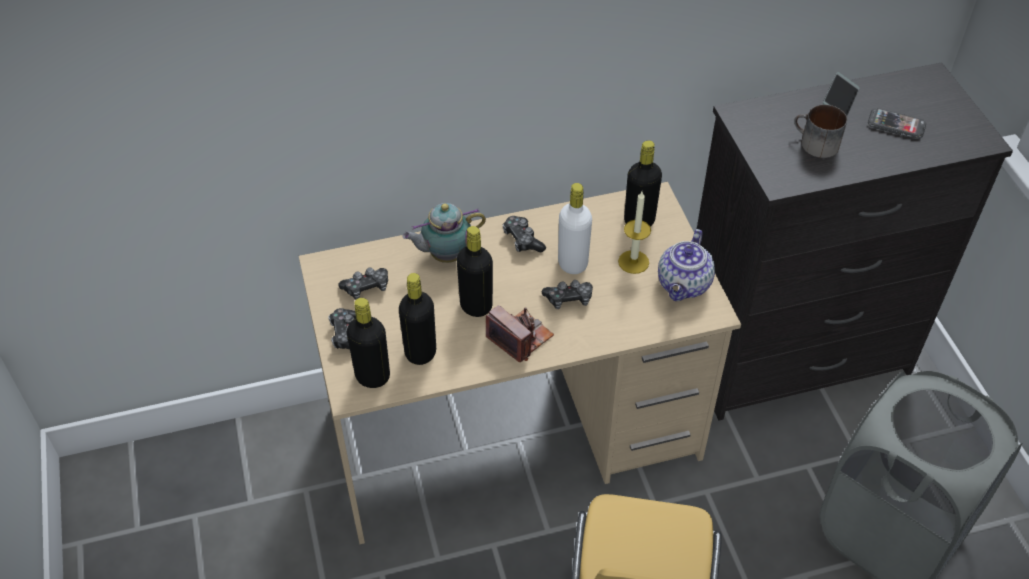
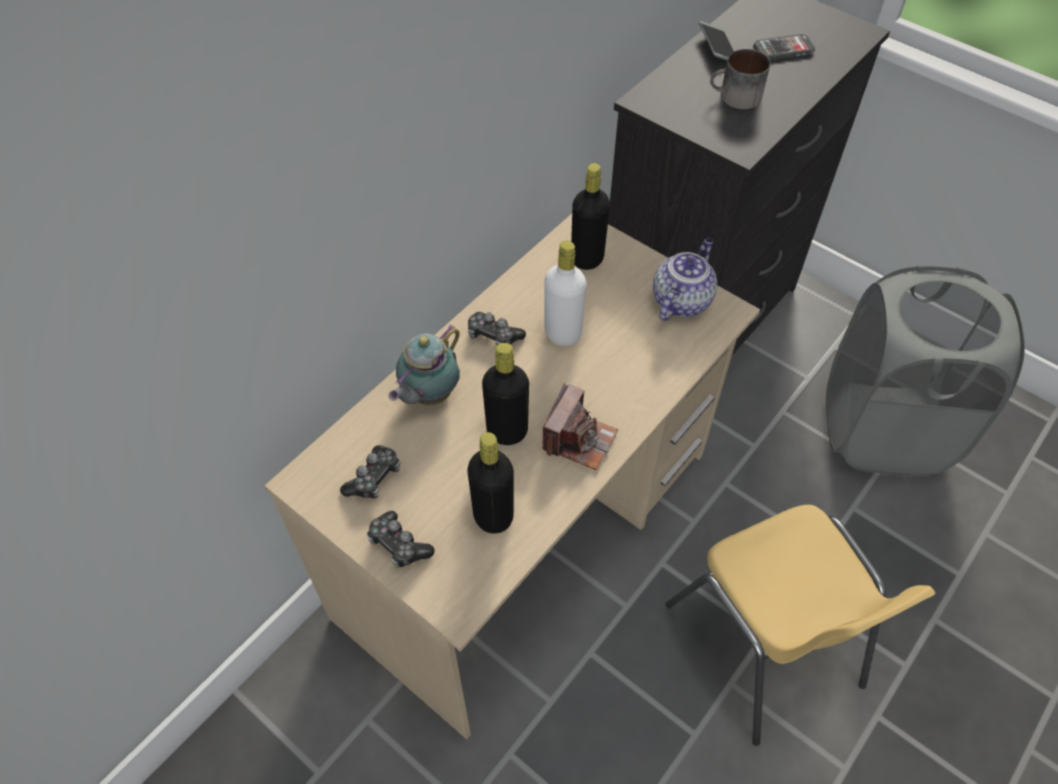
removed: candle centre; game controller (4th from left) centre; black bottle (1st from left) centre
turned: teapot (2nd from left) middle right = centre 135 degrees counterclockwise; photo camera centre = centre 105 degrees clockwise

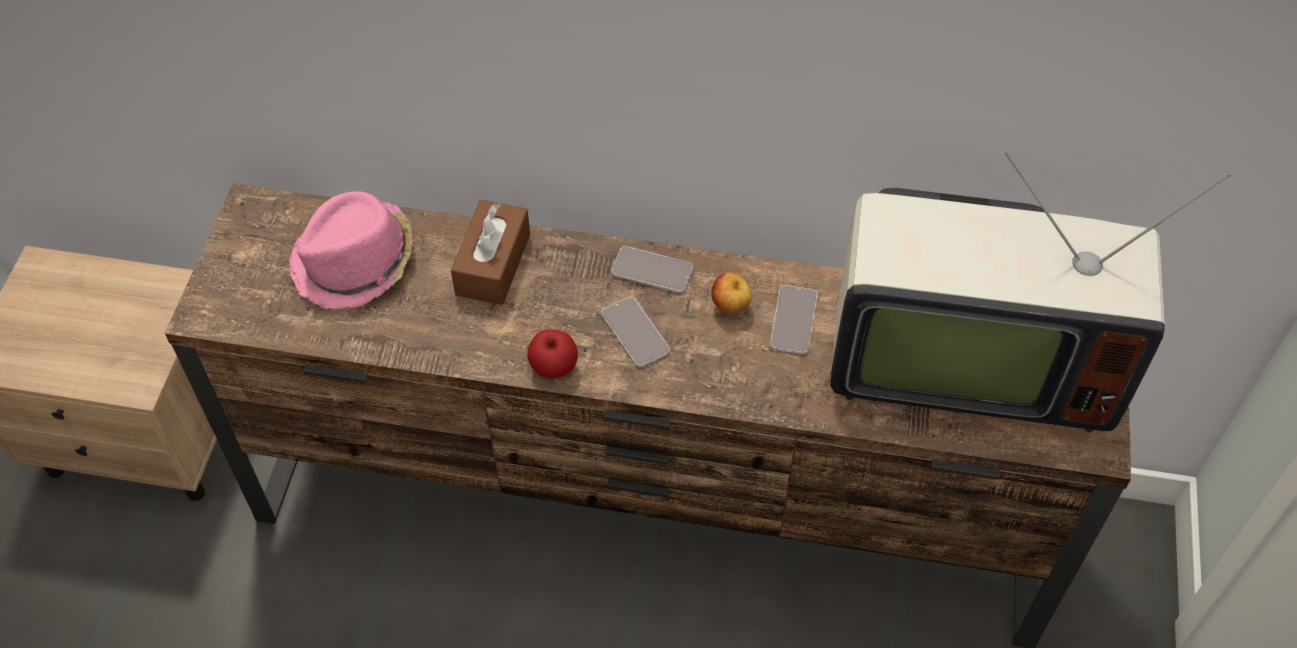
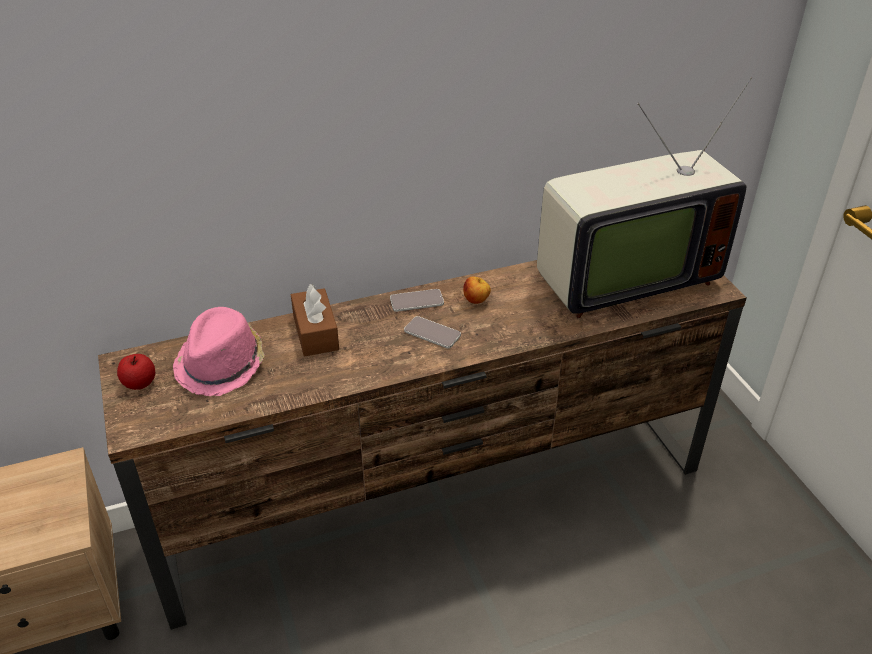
removed: phone (3rd from left) centre
moved: apple (1st from left) centre to middle left

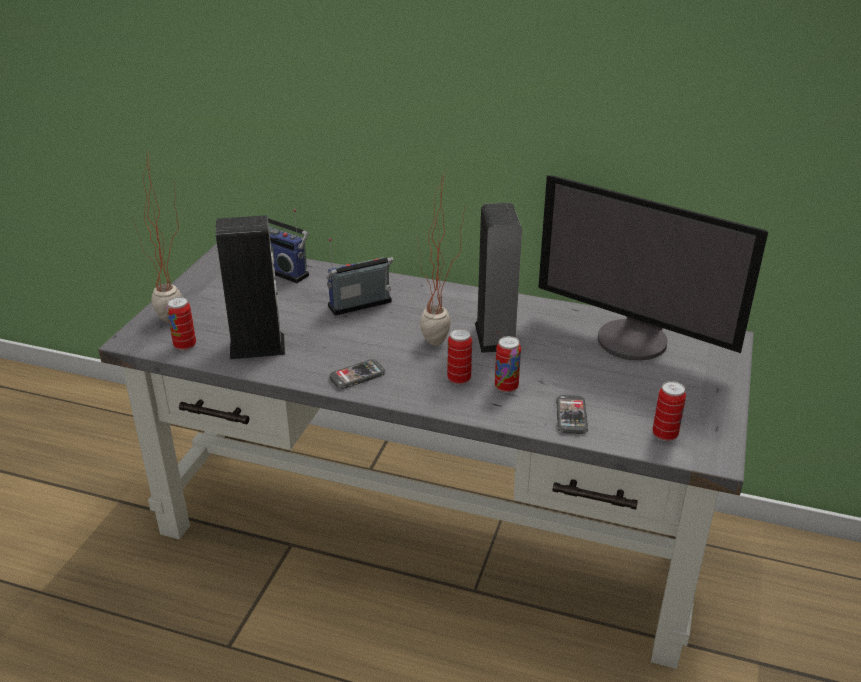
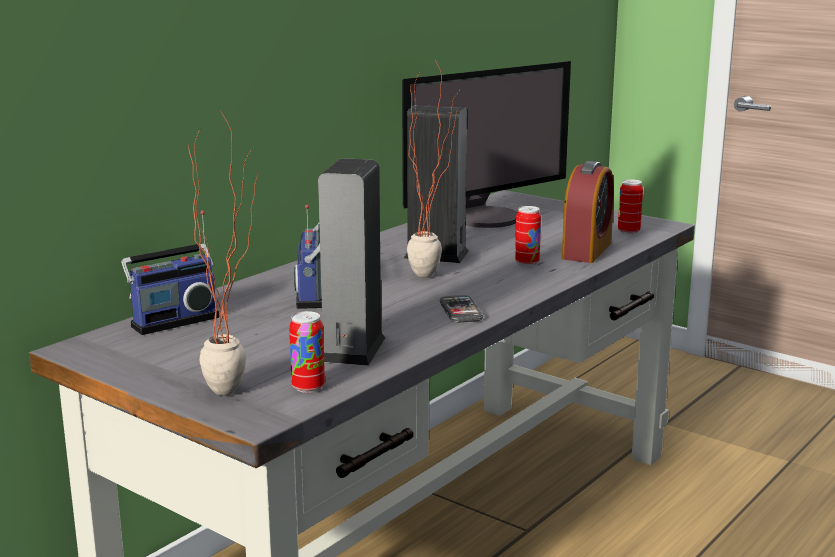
removed: can (2nd from left) centre
replaced: phone (2nd from left) centre to alarm clock middle right

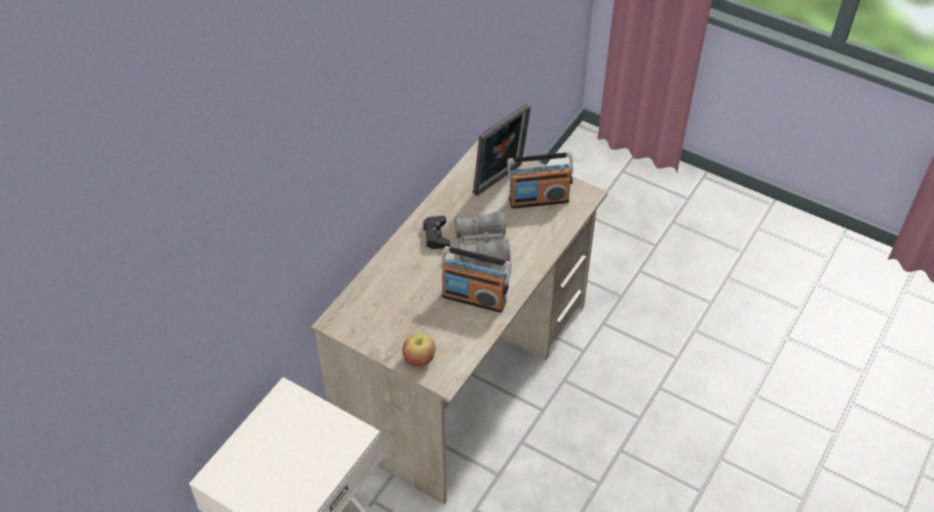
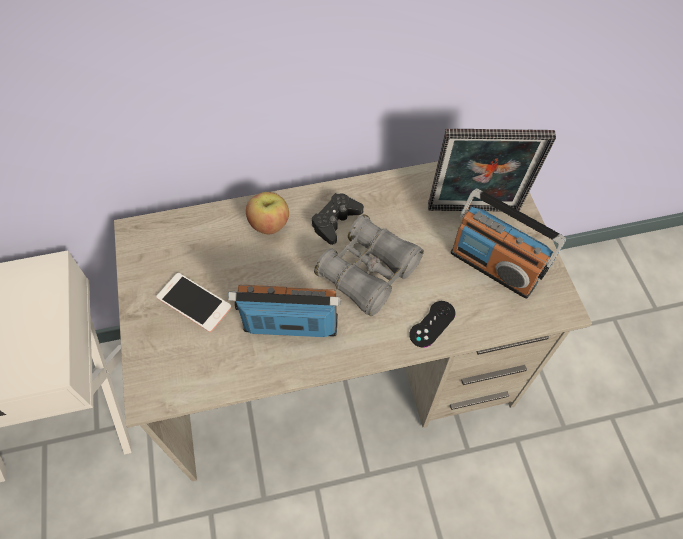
added: phone middle left; black game controller (2nd from left) centre
moved: apple bottom centre to centre
turned: radio (1st from left) centre = centre 120 degrees clockwise

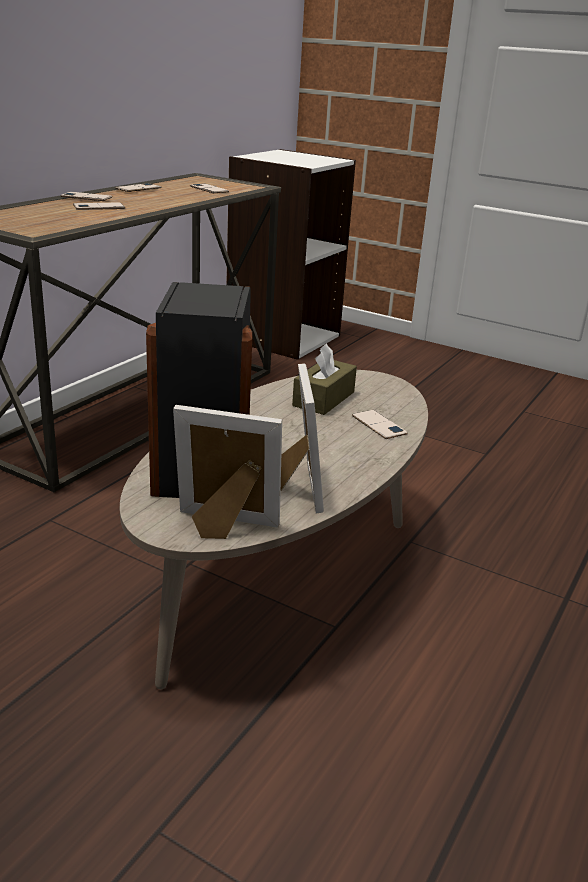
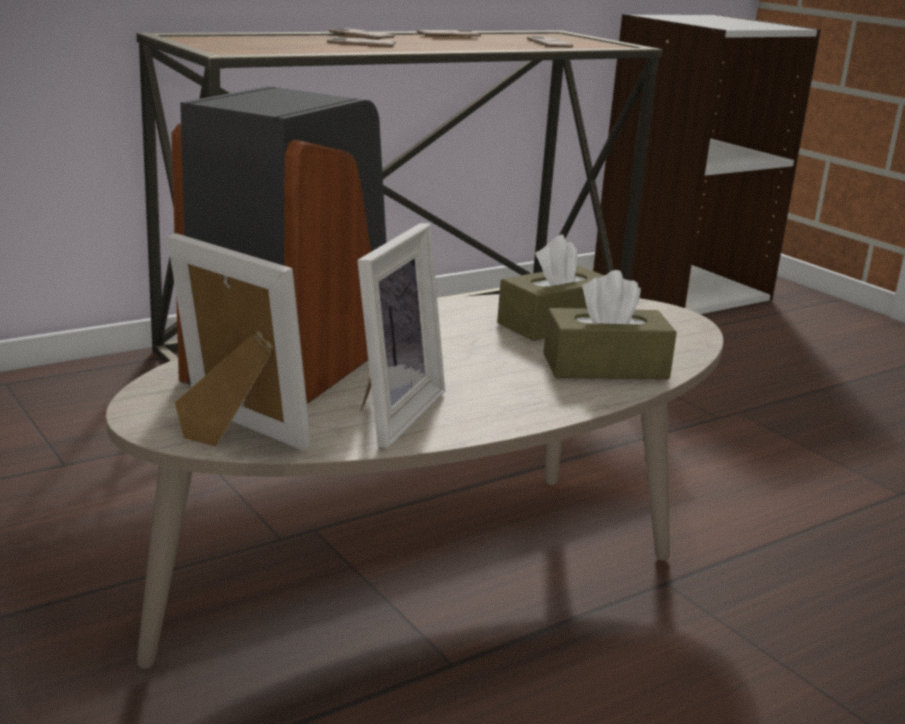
replaced: phone (5th from left) centre to brown tissue box (2nd from left) middle right

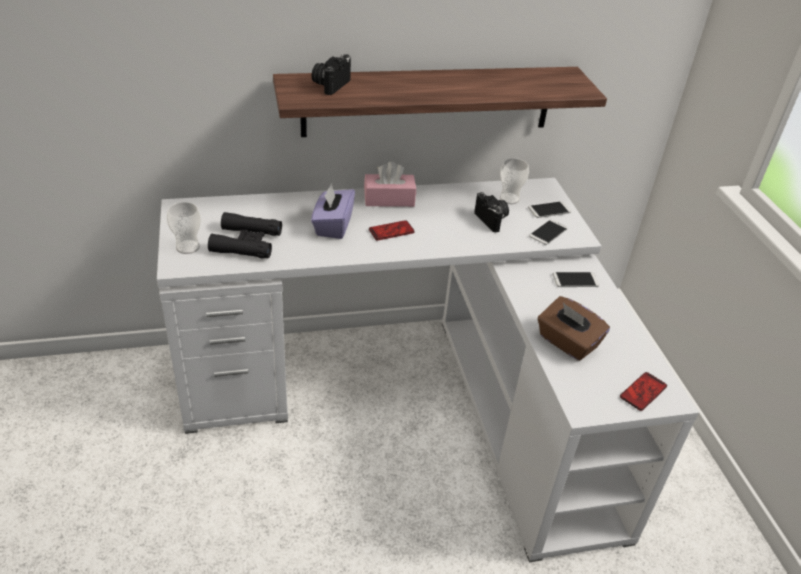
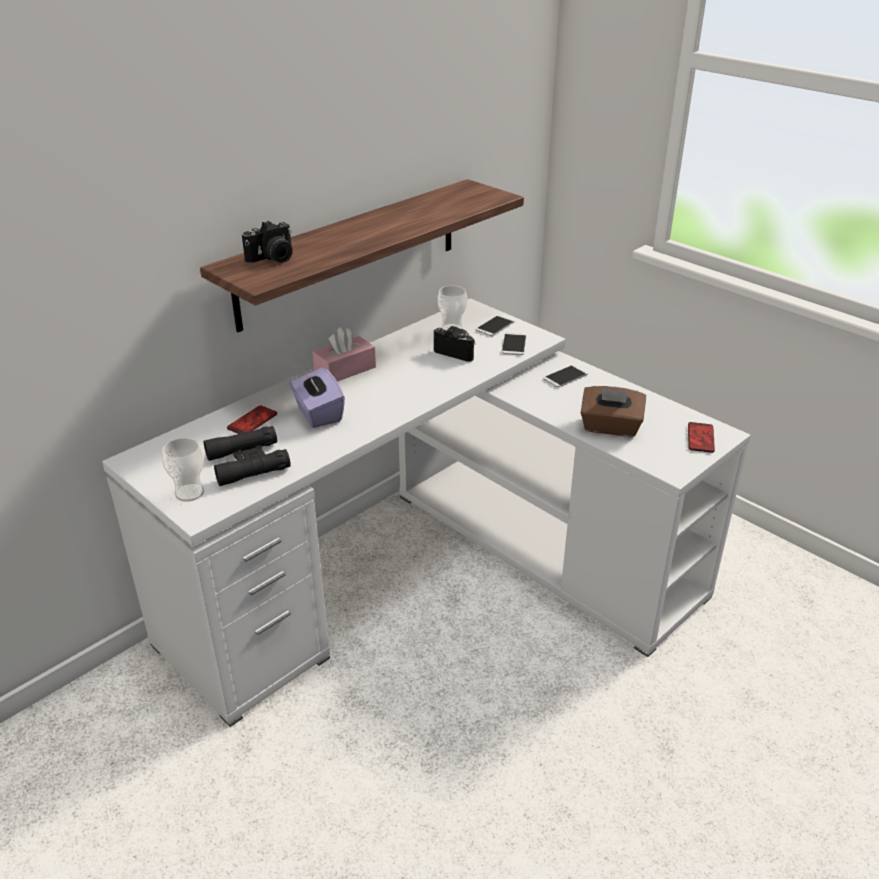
moved: phone (1st from left) centre to middle left
turned: photo camera (1st from left) top centre = top left 120 degrees counterclockwise

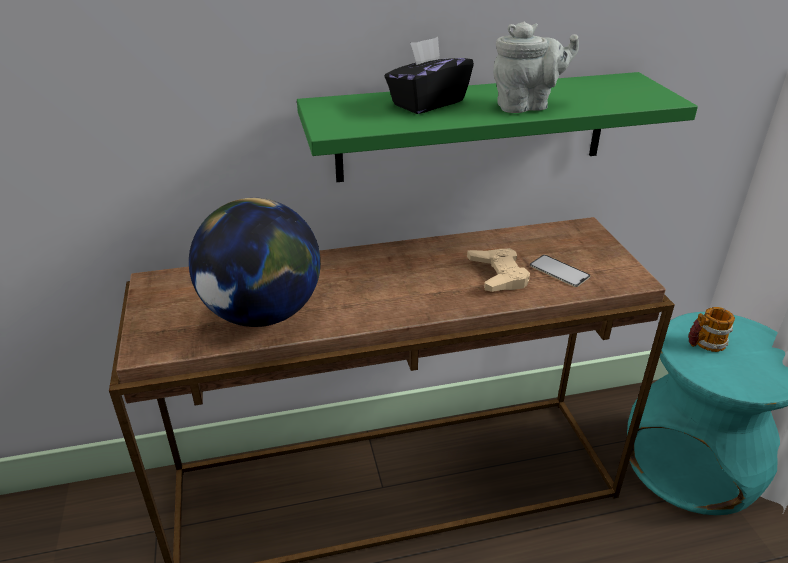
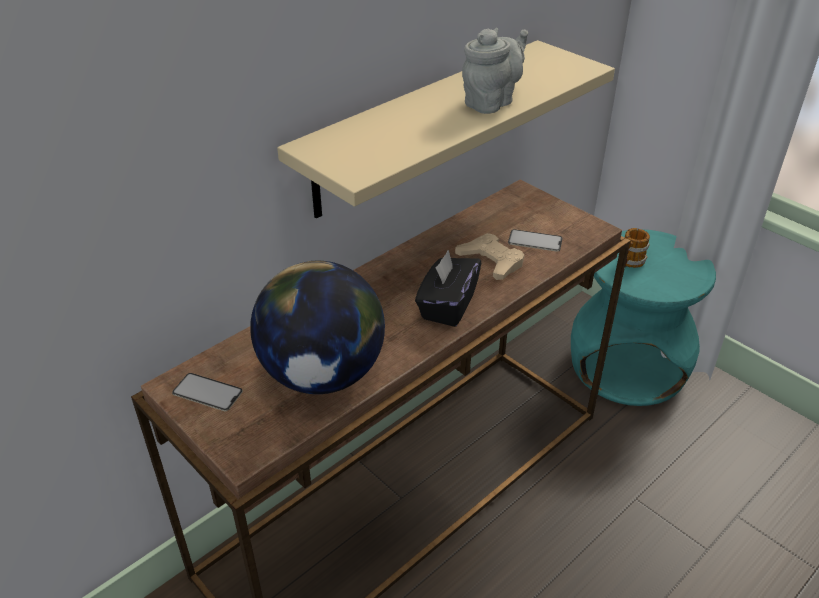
added: phone (1st from left) middle left
moved: black tissue box top centre to centre
recoloured: green shelf top centre to beige shelf top centre

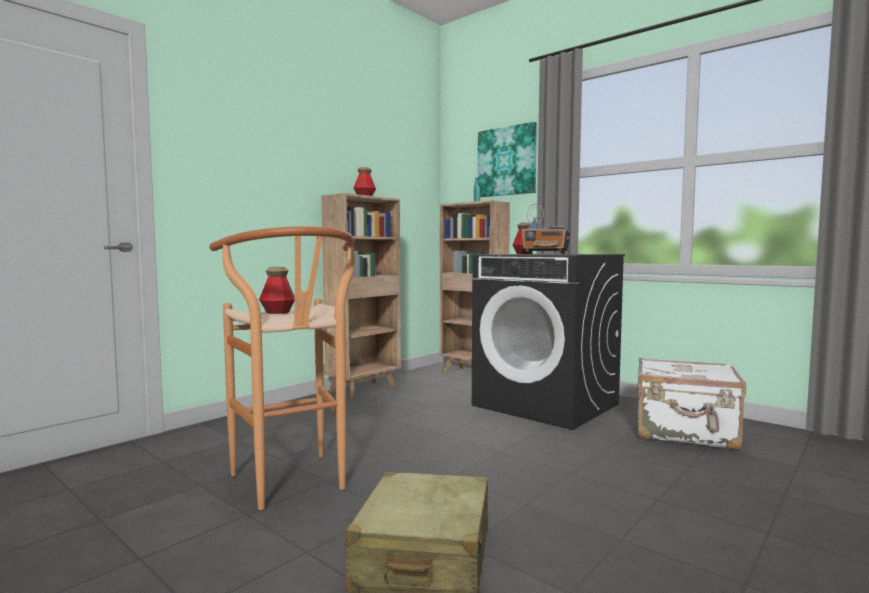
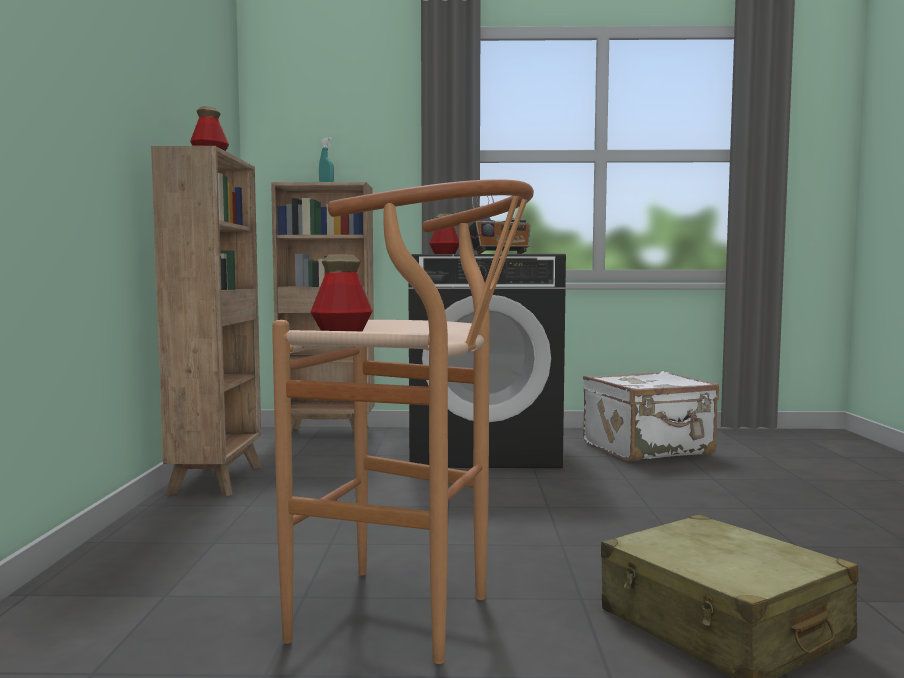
removed: picture top centre

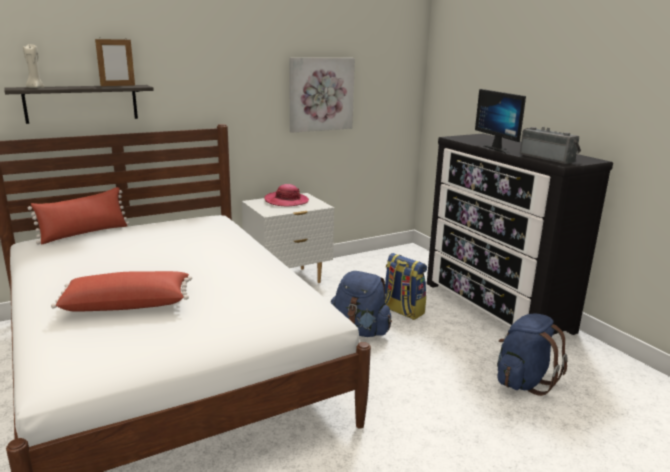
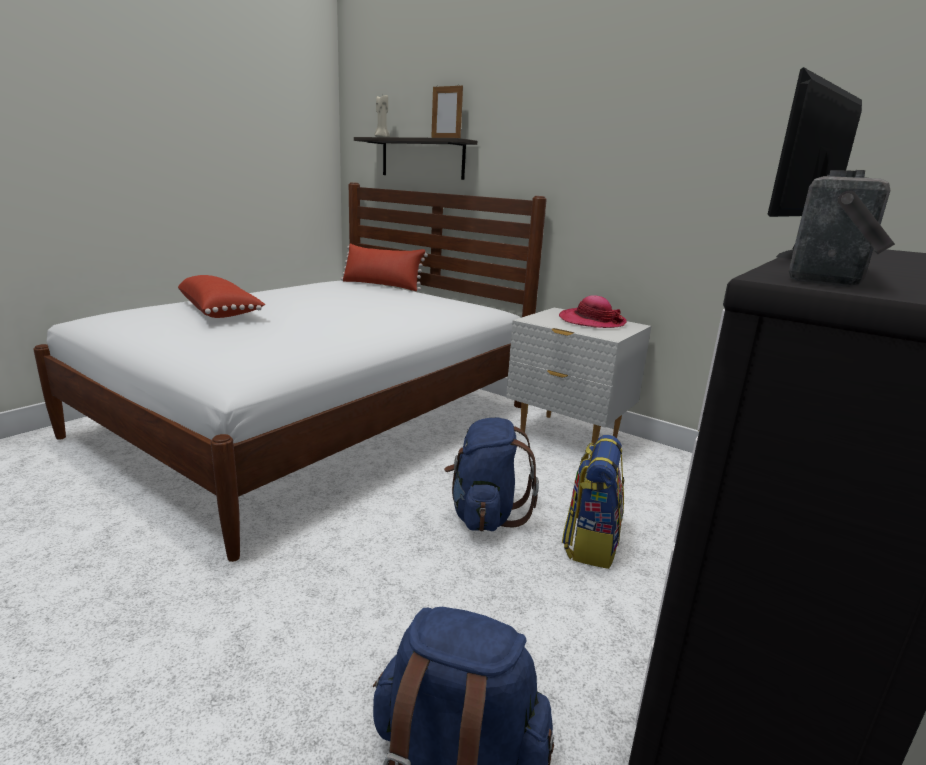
removed: picture top centre

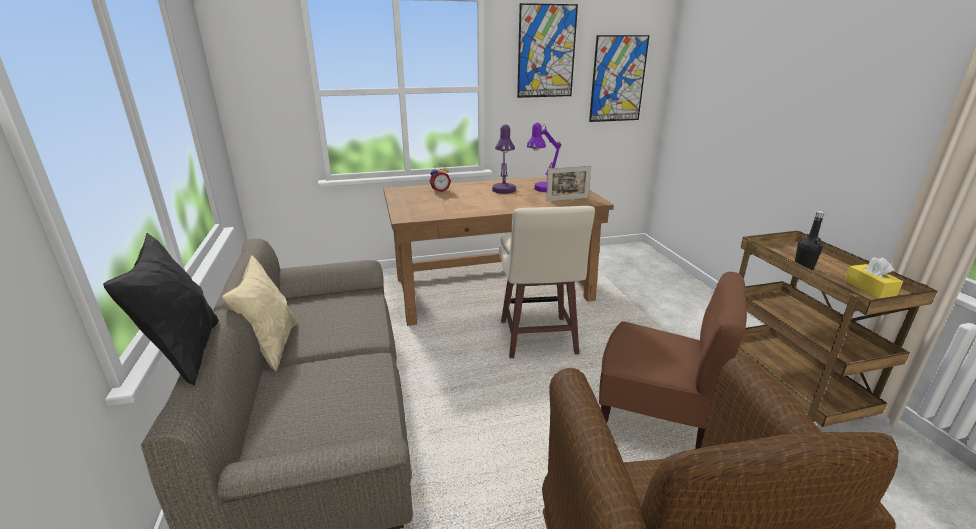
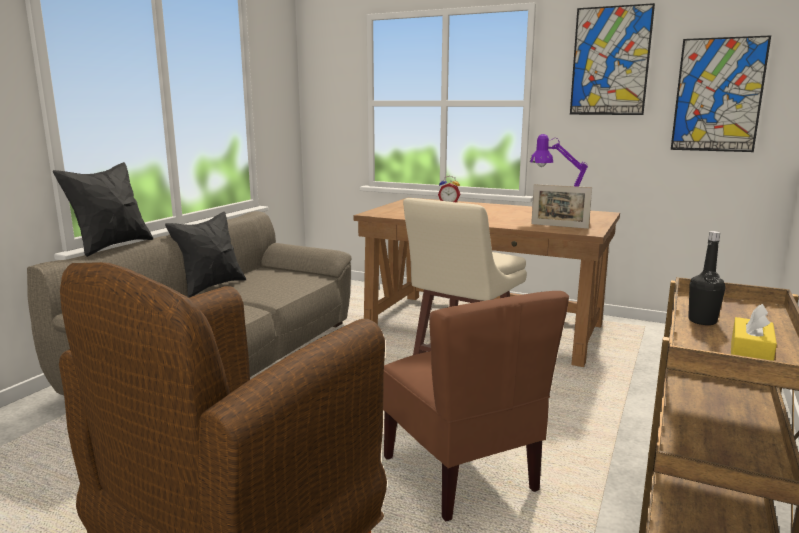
removed: purple table lamp (1st from left) top centre
recoloured: beige pillow middle left to black pillow (2nd from left) middle left

